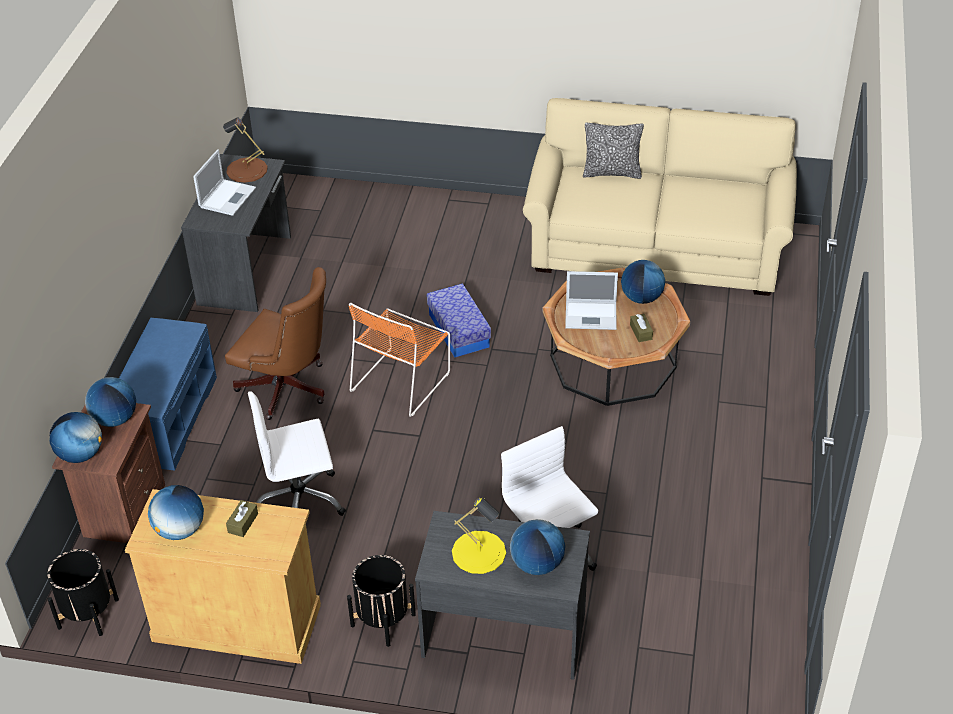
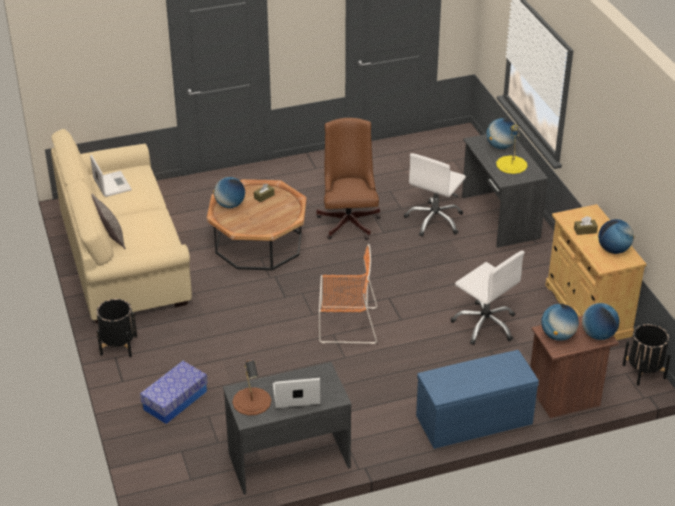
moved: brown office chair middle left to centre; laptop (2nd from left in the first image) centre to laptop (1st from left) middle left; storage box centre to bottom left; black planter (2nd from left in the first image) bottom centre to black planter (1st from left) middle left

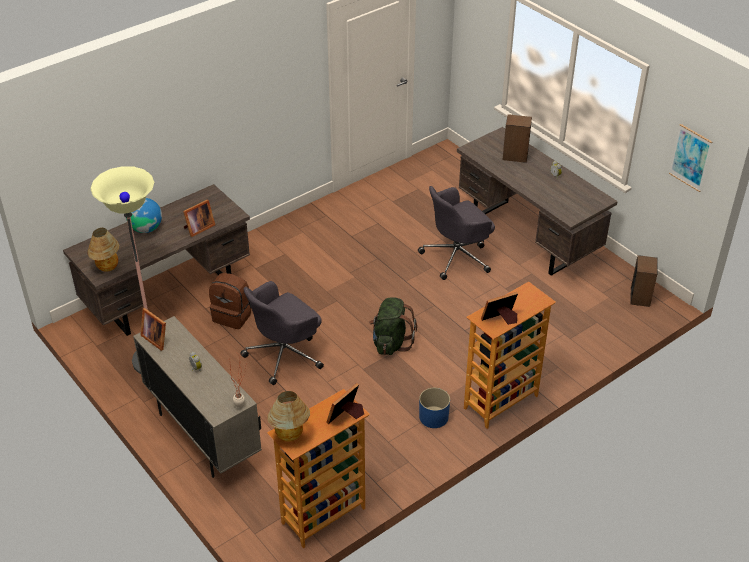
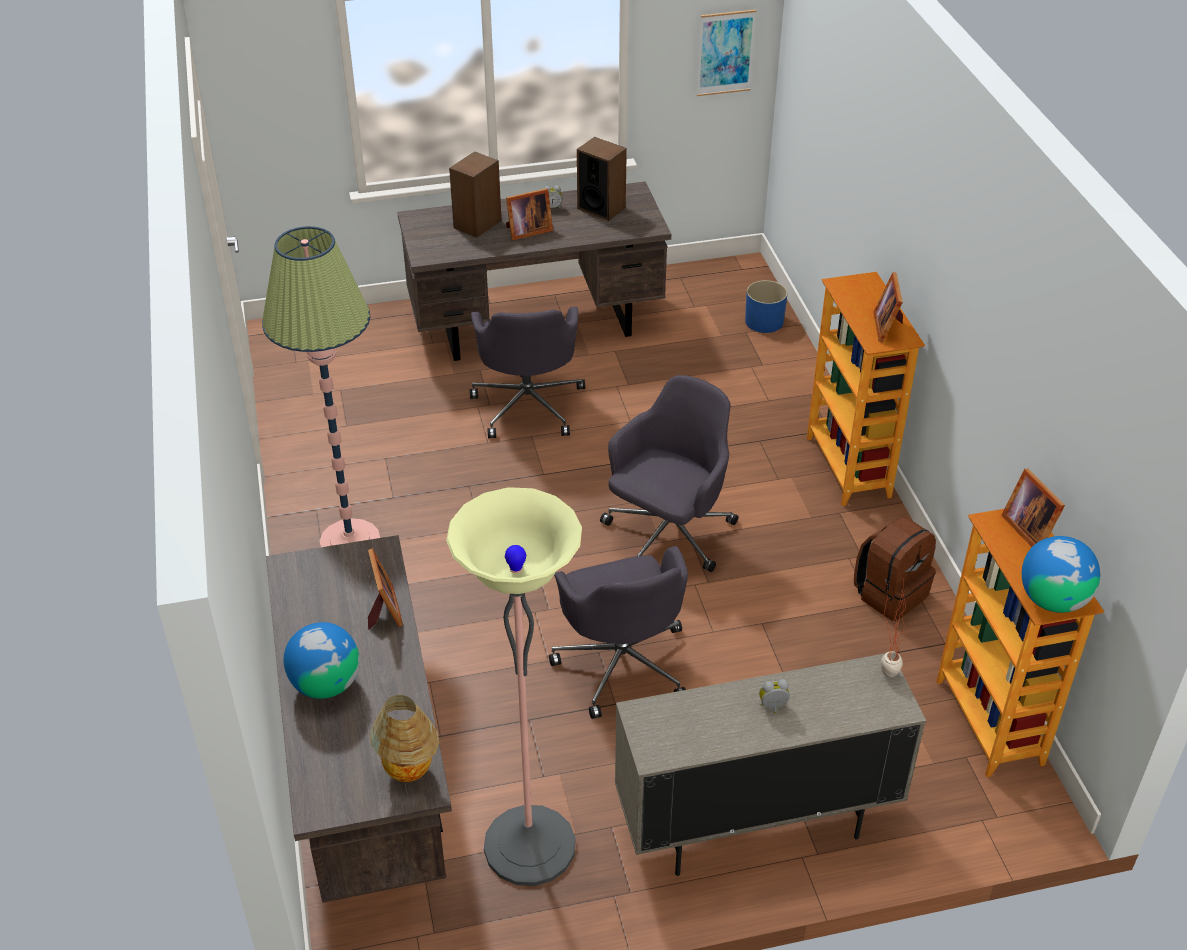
added: floor lamp (1st from left) middle left
moved: speaker (2nd from left) middle right to top centre; brown backpack middle left to middle right; picture frame (1st from left in the first image) middle left to picture frame (2nd from left) top centre; blue planter bottom centre to top centre
replaced: green backpack centre to grey office chair (3rd from left) centre; table lamp (2nd from left) bottom centre to globe (2nd from left) middle right

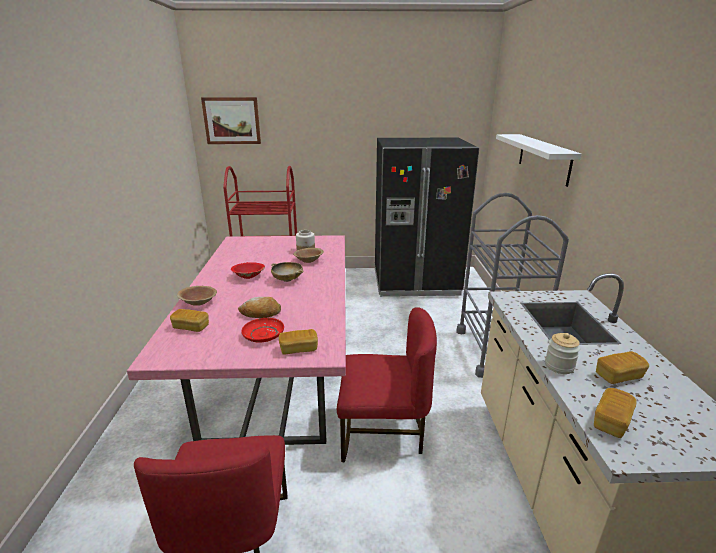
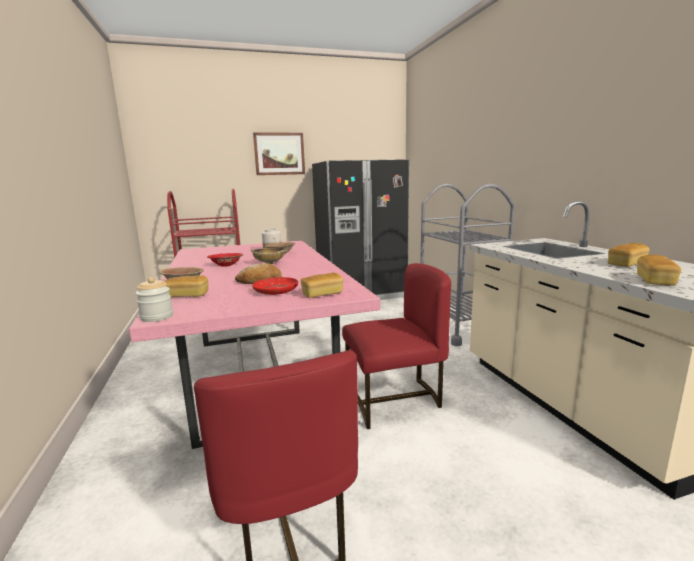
removed: white shelf top right
moved: picture top left to top centre; jar (2nd from left in the first image) middle right to jar (1st from left) middle left

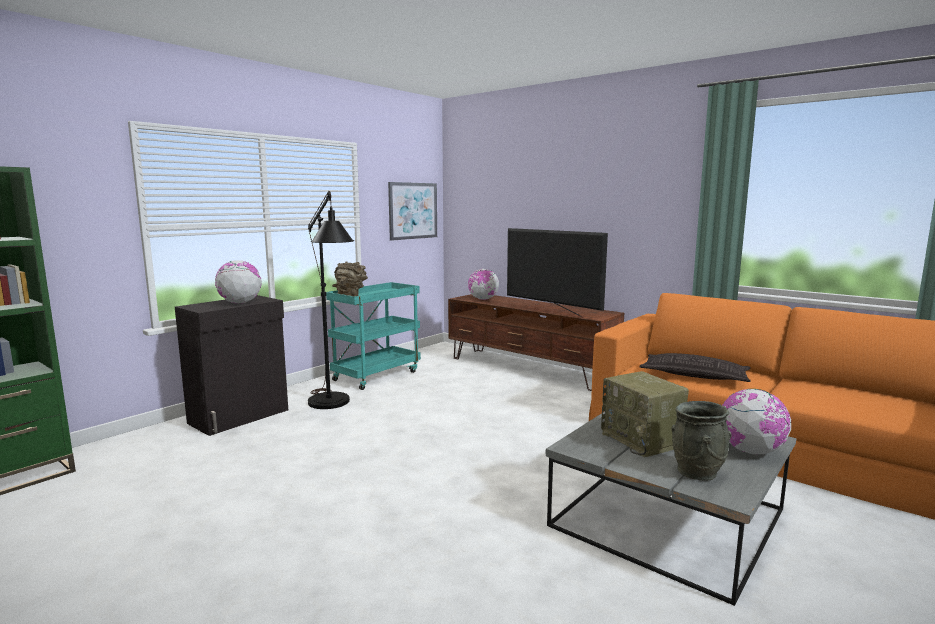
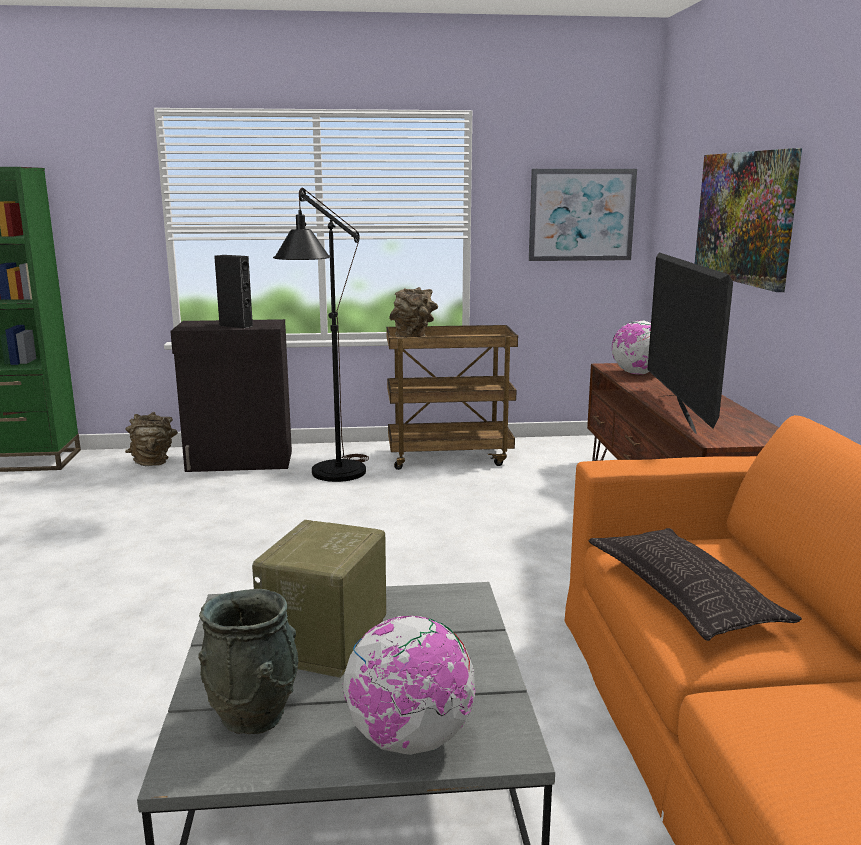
added: picture (2nd from left) top right; brown vase (1st from left) middle left
replaced: globe (1st from left) middle left to black speaker middle left
recoloured: turquoise cart centre to brown cart centre

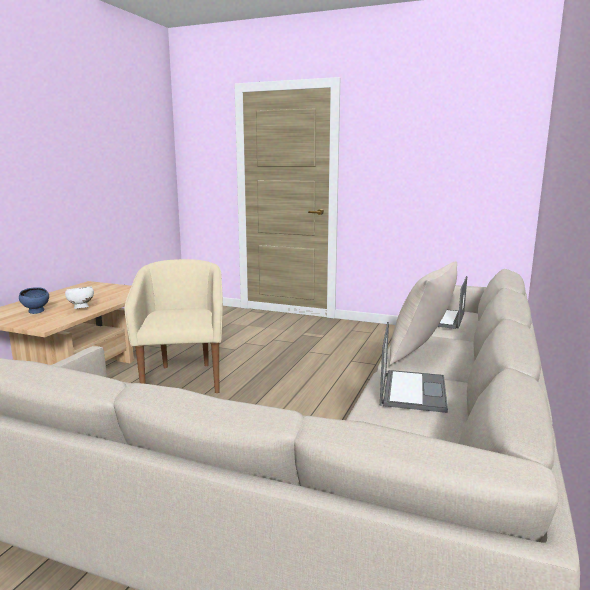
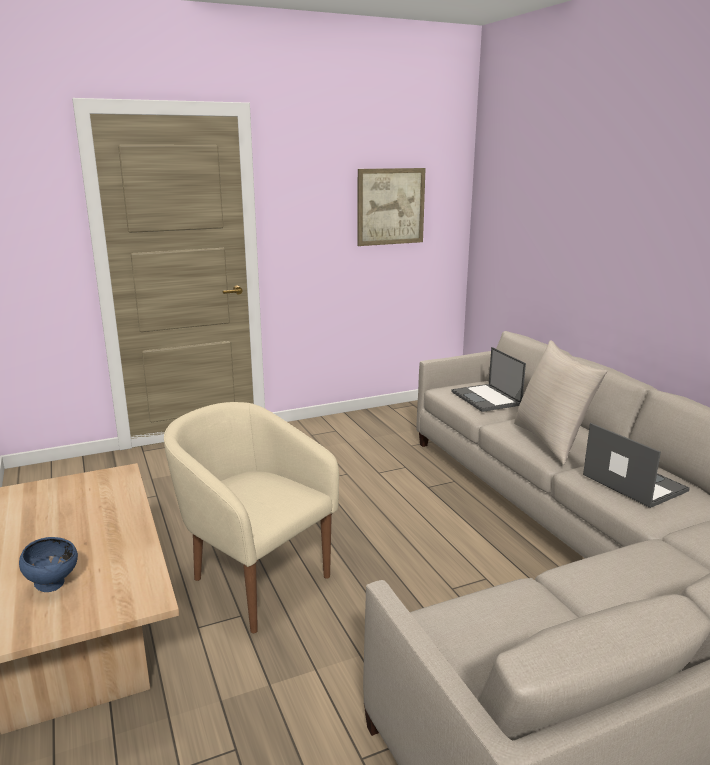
removed: white bowl middle left
added: picture top centre

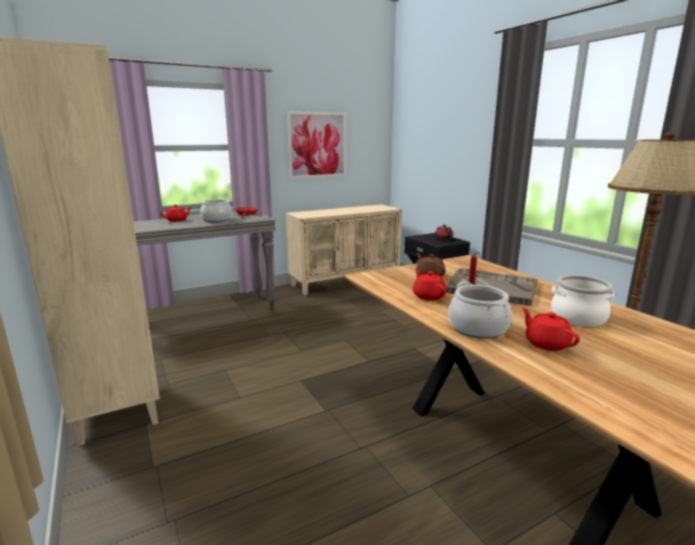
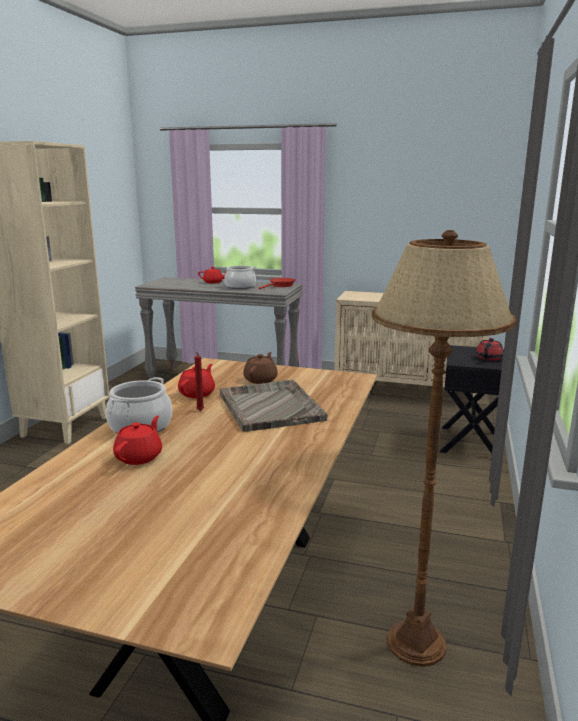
removed: picture top centre; cooking pot (3rd from left) middle right

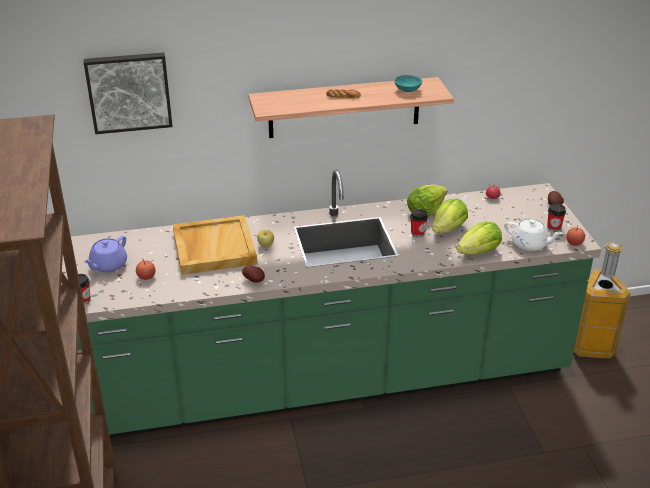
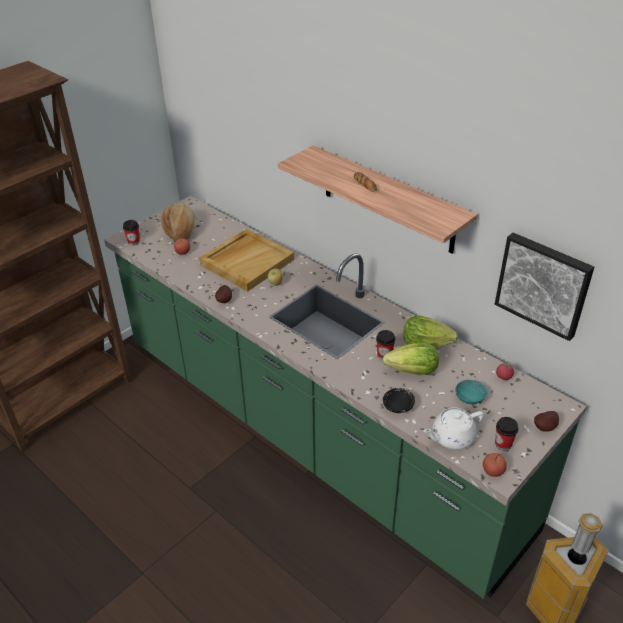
moved: picture top left to middle right; turquoise bowl top centre to middle right
replaced: lettuce (3rd from left) middle right to black bowl centre; purple teapot middle left to bread (1st from left) middle left
turned: white teapot middle right = bottom right 75 degrees clockwise

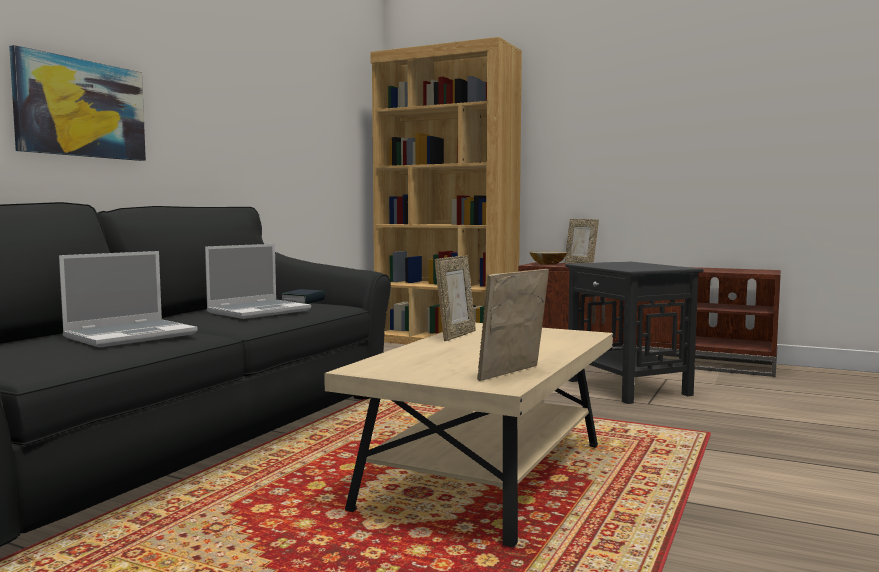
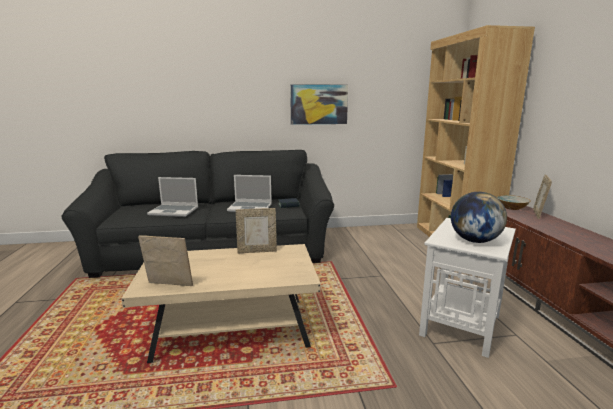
added: globe middle right
moved: picture top left to top centre
recoloured: black side table middle right to white side table bottom right

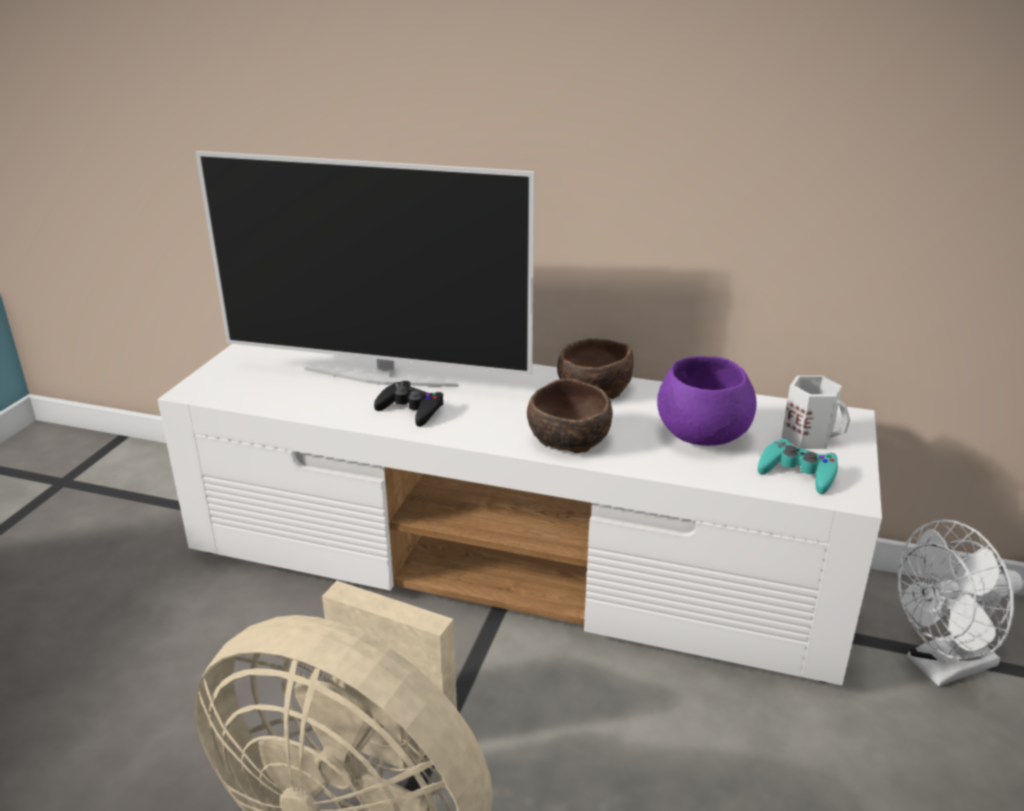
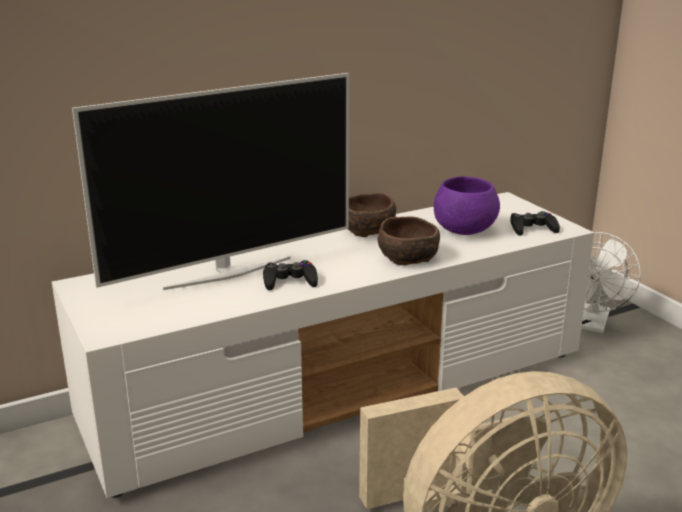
removed: white mug middle right
recoloured: turquoise game controller middle right to black game controller (2nd from left) middle right

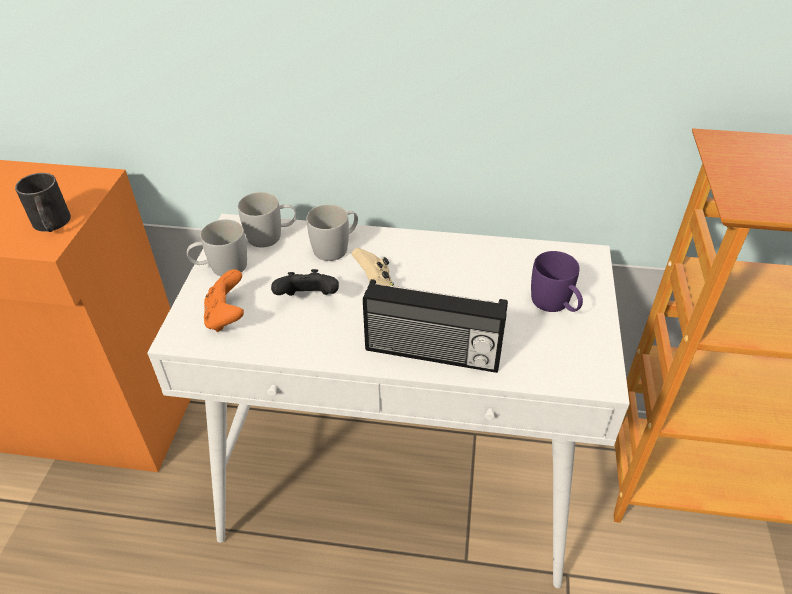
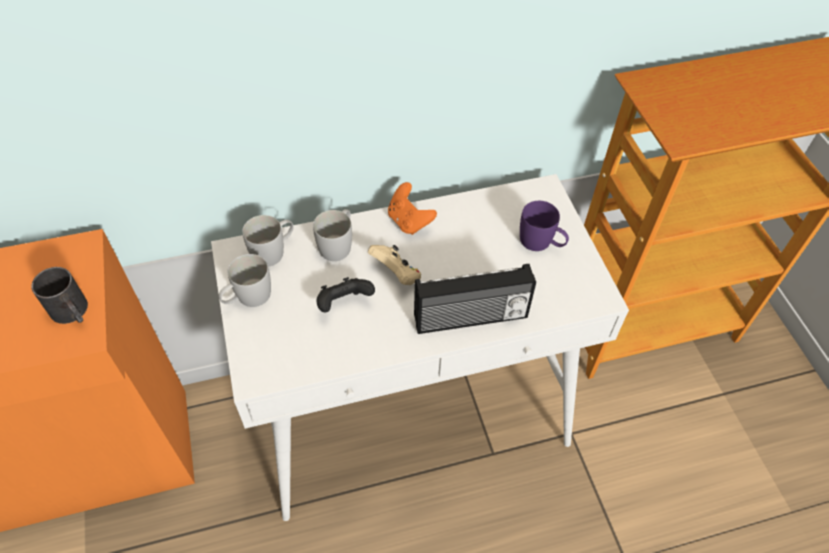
moved: orange game controller middle left to centre

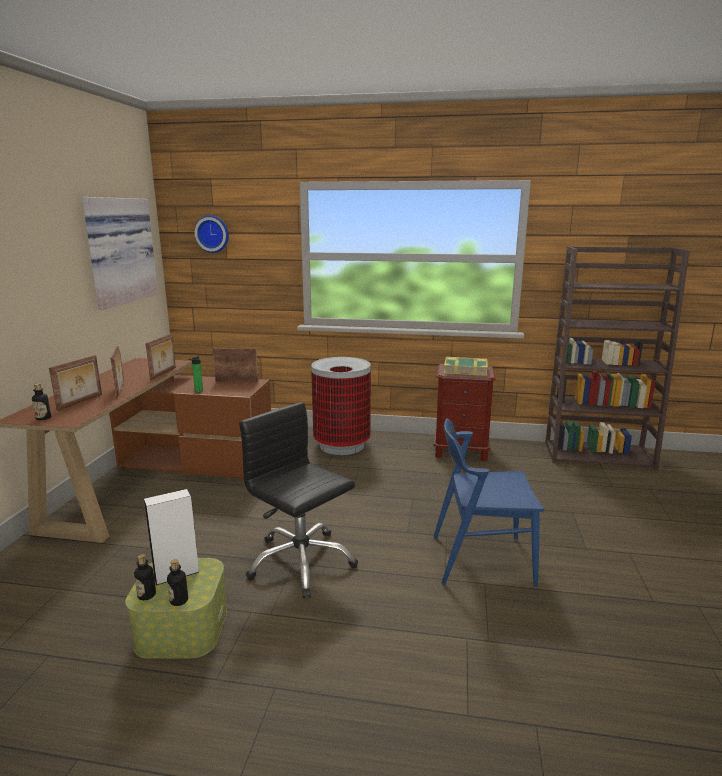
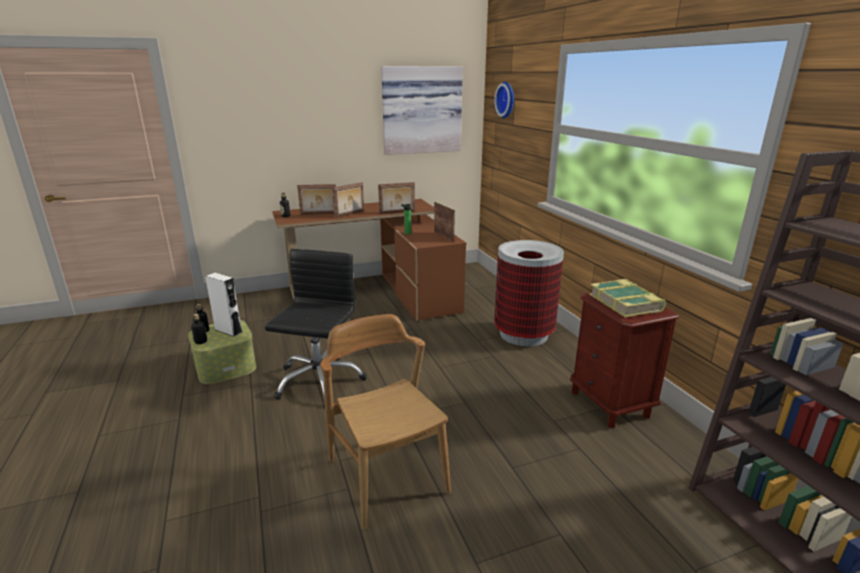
recoloured: blue chair middle right to brown chair bottom centre

